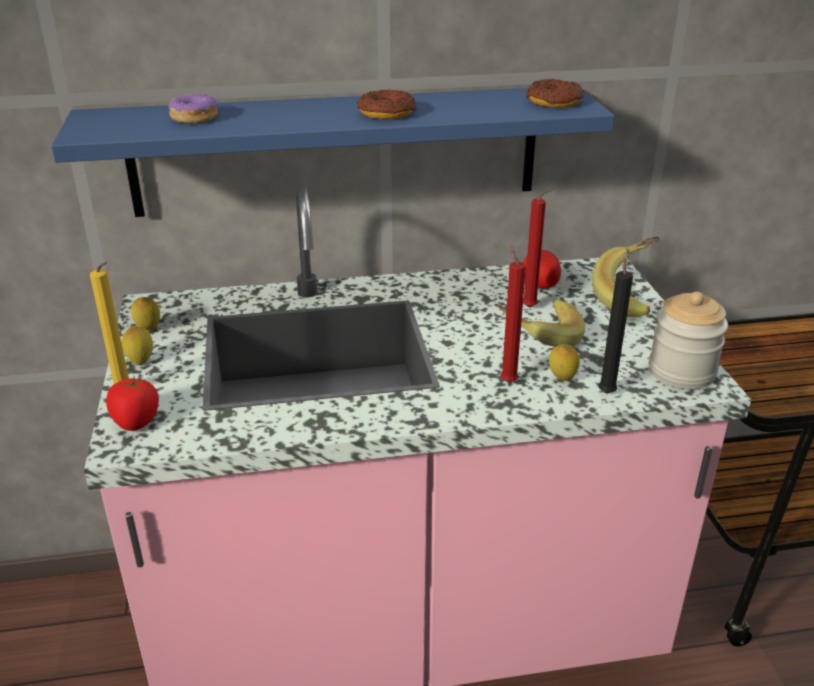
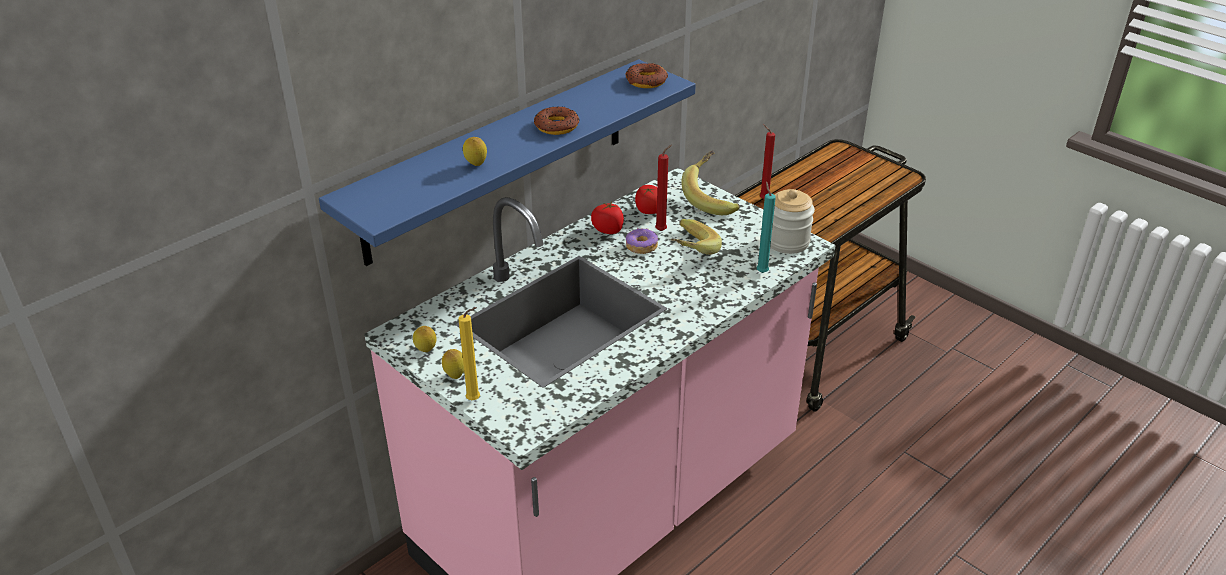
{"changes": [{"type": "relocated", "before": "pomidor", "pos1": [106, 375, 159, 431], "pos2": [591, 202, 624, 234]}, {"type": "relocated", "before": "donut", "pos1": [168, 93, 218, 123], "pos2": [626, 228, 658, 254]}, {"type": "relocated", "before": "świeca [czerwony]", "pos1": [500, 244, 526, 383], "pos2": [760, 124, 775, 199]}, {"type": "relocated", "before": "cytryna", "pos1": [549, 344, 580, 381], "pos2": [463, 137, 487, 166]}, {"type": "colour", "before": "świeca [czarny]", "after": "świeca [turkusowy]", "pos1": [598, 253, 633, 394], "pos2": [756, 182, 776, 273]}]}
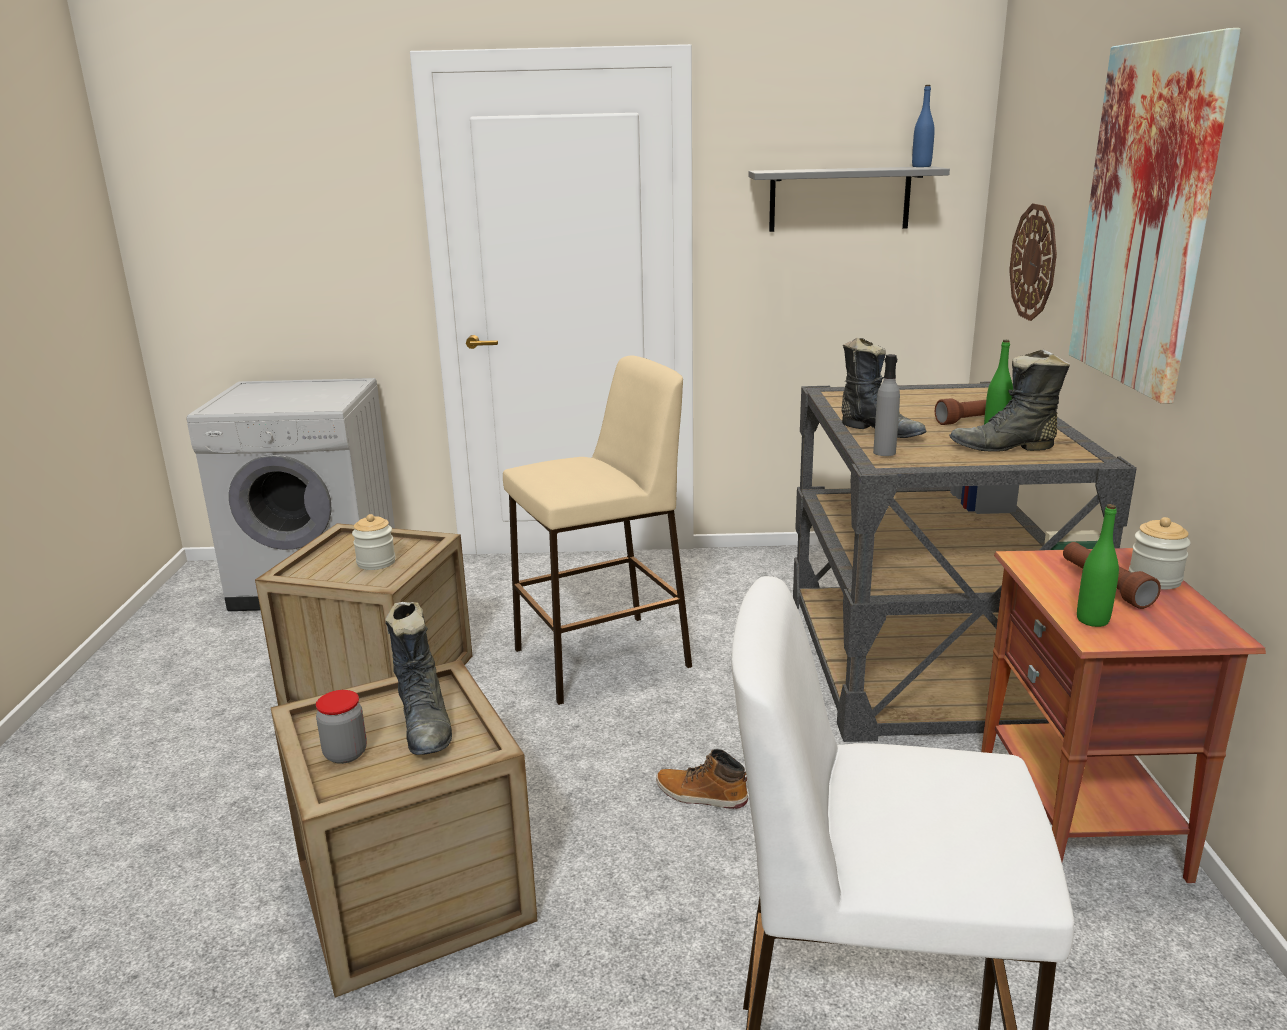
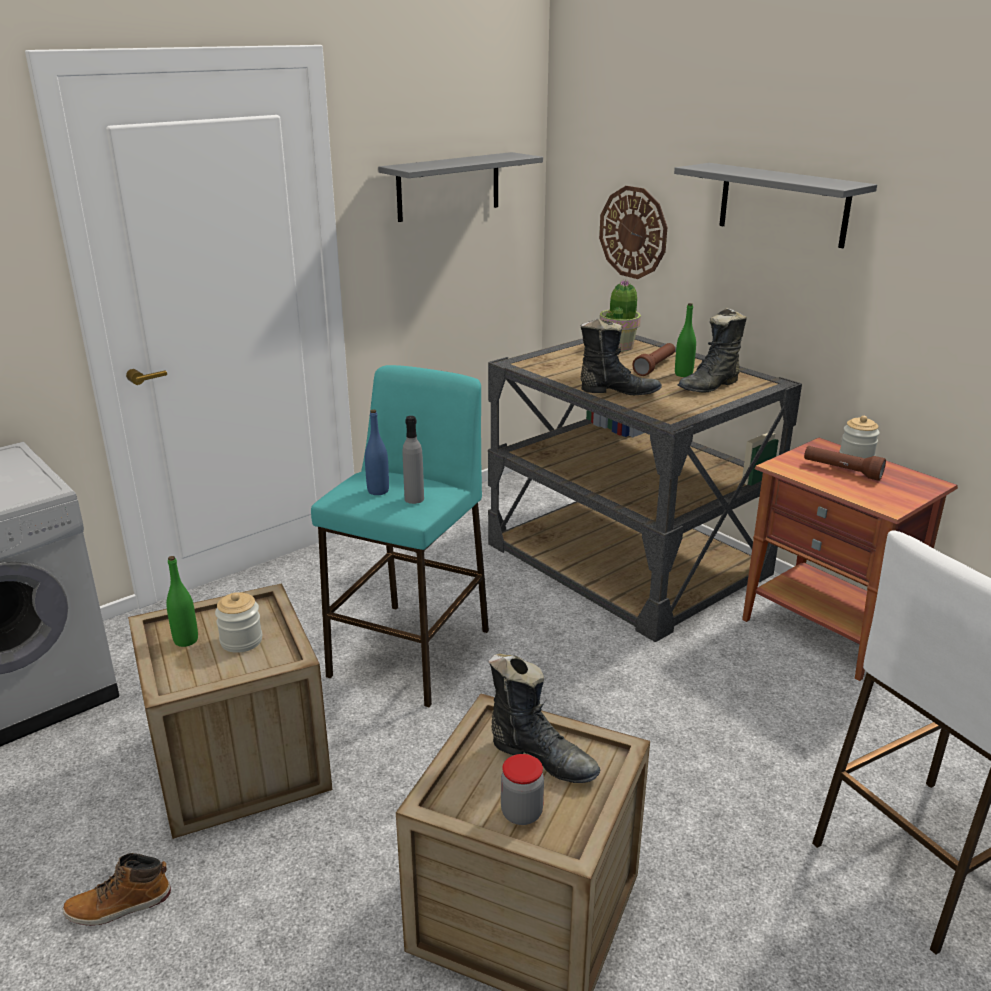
{"changes": [{"type": "appeared", "after": "roślina doniczkowa", "pos2": [600, 280, 641, 352]}, {"type": "relocated", "before": "but z cholewką", "pos1": [656, 749, 748, 809], "pos2": [63, 853, 171, 926]}, {"type": "relocated", "before": "butelka [szary]", "pos1": [873, 354, 900, 456], "pos2": [402, 416, 424, 504]}, {"type": "relocated", "before": "butelka [niebieski]", "pos1": [912, 85, 935, 167], "pos2": [365, 409, 389, 495]}, {"type": "relocated", "before": "butelka [zielony]", "pos1": [1077, 504, 1119, 627], "pos2": [166, 556, 198, 647]}, {"type": "exchanged", "before": "obraz", "after": "półka [szary]", "pos1": [1069, 28, 1241, 404], "pos2": [674, 163, 877, 248]}, {"type": "colour", "before": "stołek [beżowy]", "after": "stołek [turkusowy]", "pos1": [503, 355, 692, 705], "pos2": [311, 365, 489, 707]}]}
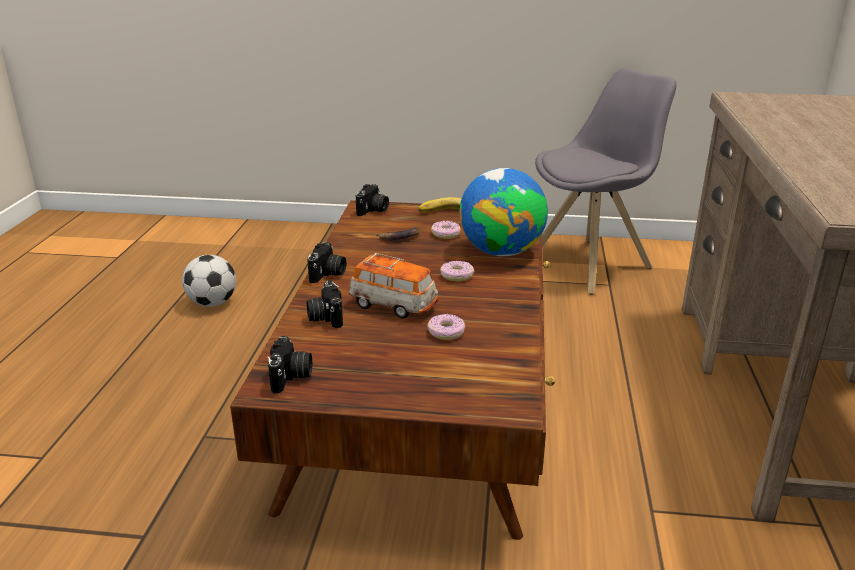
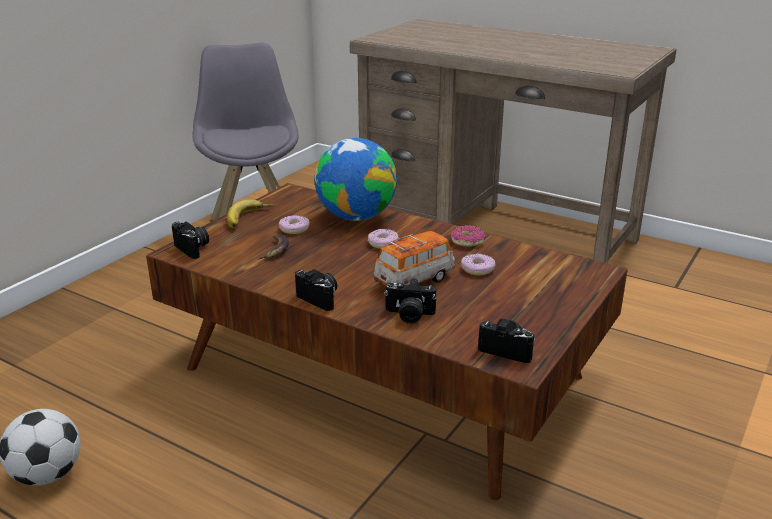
{"changes": [{"type": "appeared", "after": "donut", "pos2": [451, 225, 485, 247]}]}
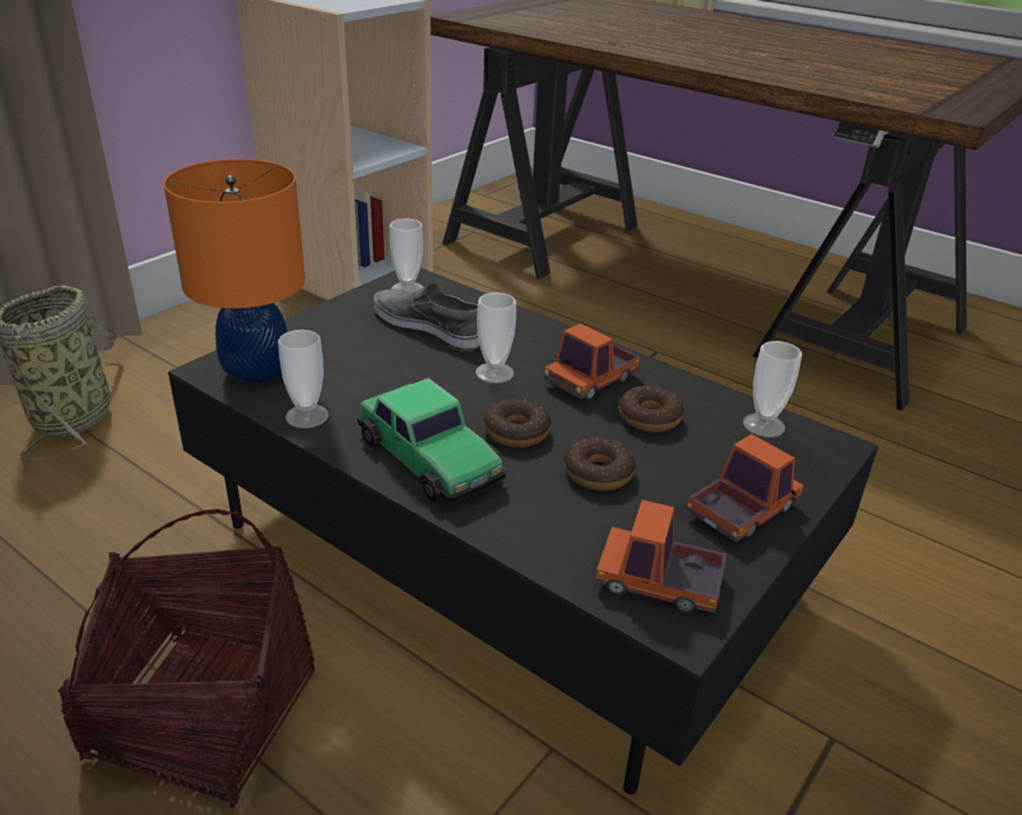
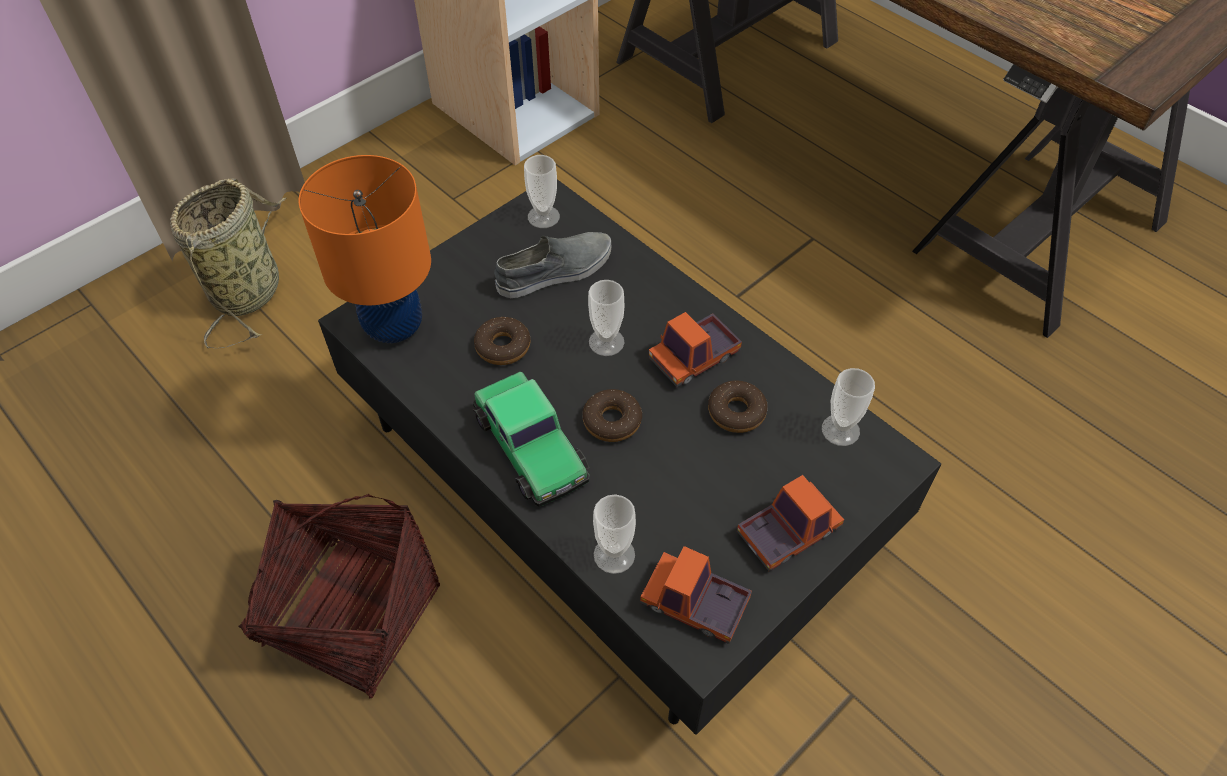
{"changes": [{"type": "relocated", "before": "filiżanka", "pos1": [278, 330, 329, 428], "pos2": [593, 494, 636, 574]}, {"type": "relocated", "before": "donut", "pos1": [564, 437, 636, 491], "pos2": [474, 317, 530, 365]}, {"type": "spun", "before": "but [szary]", "pos1": [374, 283, 480, 349], "pos2": [494, 232, 611, 298], "turn": 105}]}
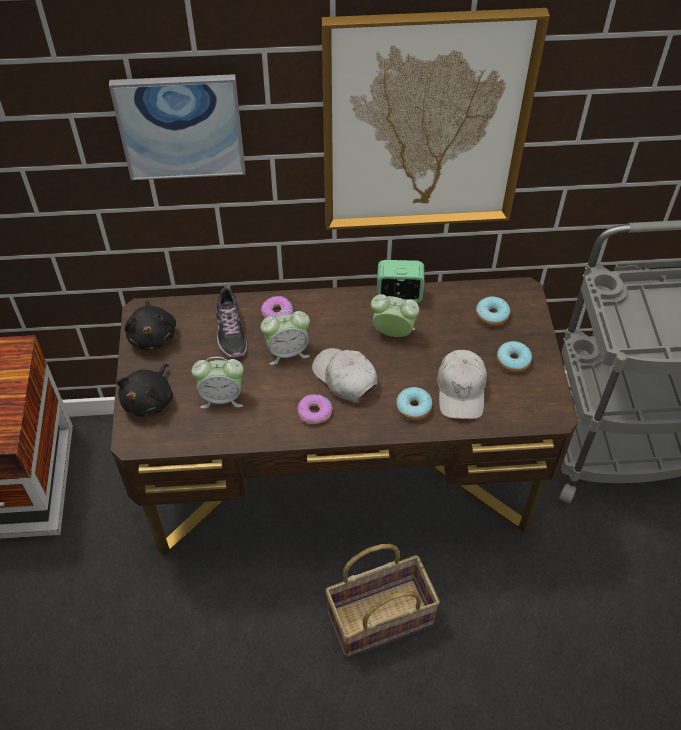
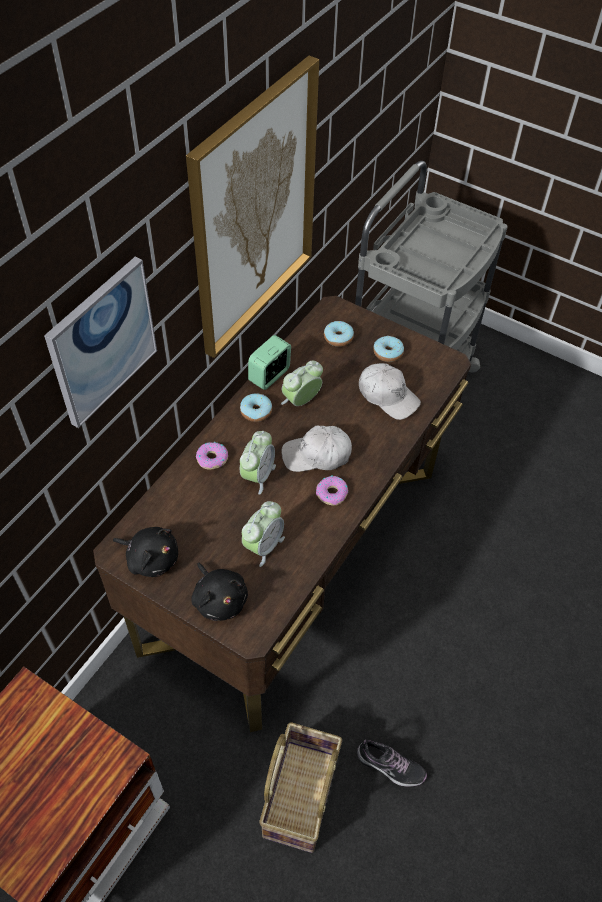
{"changes": [{"type": "relocated", "before": "but", "pos1": [216, 284, 247, 358], "pos2": [357, 740, 427, 787]}, {"type": "relocated", "before": "koszyk", "pos1": [325, 544, 440, 658], "pos2": [259, 723, 342, 853]}, {"type": "relocated", "before": "donut", "pos1": [396, 387, 432, 420], "pos2": [240, 393, 272, 422]}]}
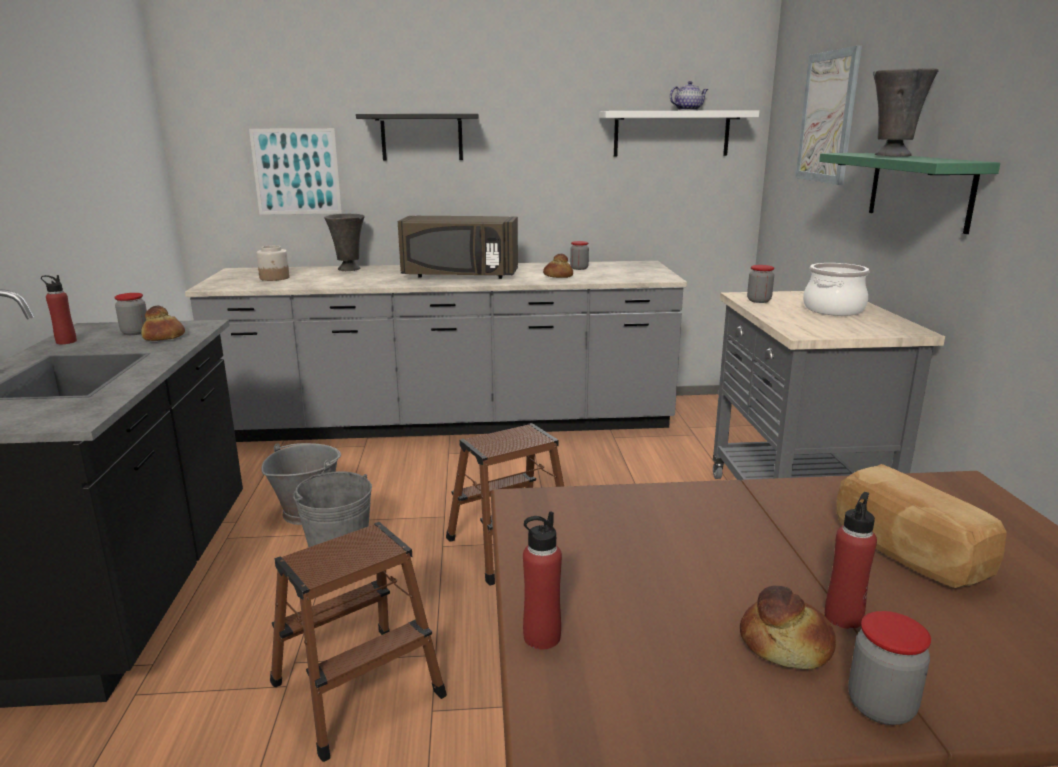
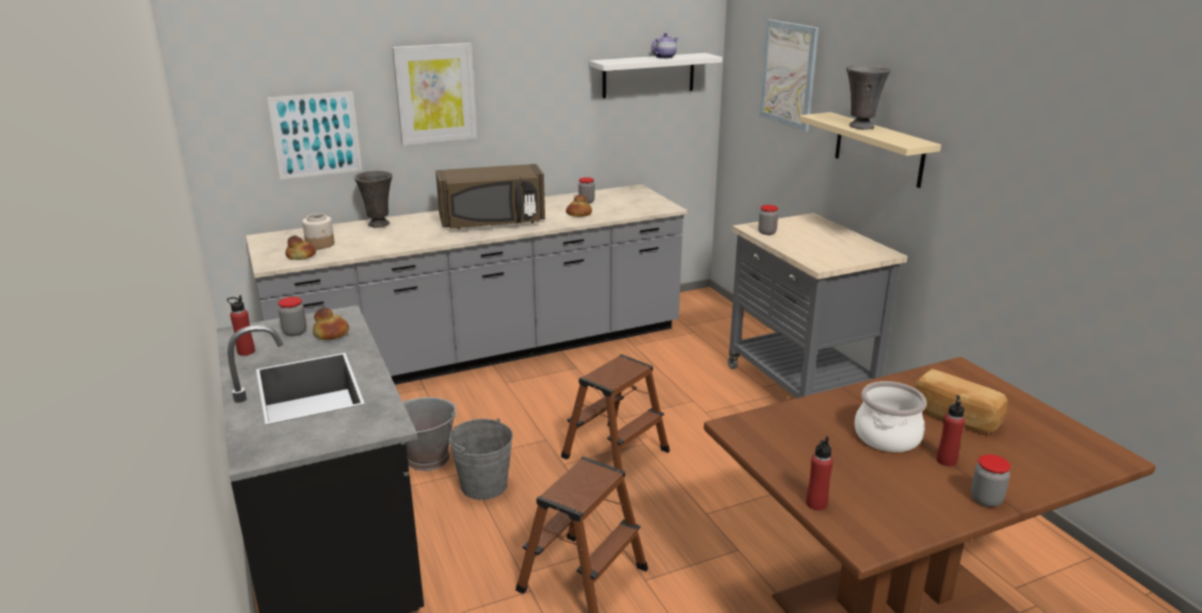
{"changes": [{"type": "relocated", "before": "chleb", "pos1": [740, 586, 836, 669], "pos2": [285, 235, 316, 260]}, {"type": "relocated", "before": "garnek", "pos1": [803, 263, 869, 316], "pos2": [854, 381, 927, 452]}, {"type": "exchanged", "before": "półka [czarny]", "after": "obraz", "pos1": [356, 114, 479, 160], "pos2": [392, 43, 477, 145]}, {"type": "colour", "before": "półka [zielony]", "after": "półka [beżowy]", "pos1": [819, 153, 1000, 234], "pos2": [799, 112, 941, 188]}]}
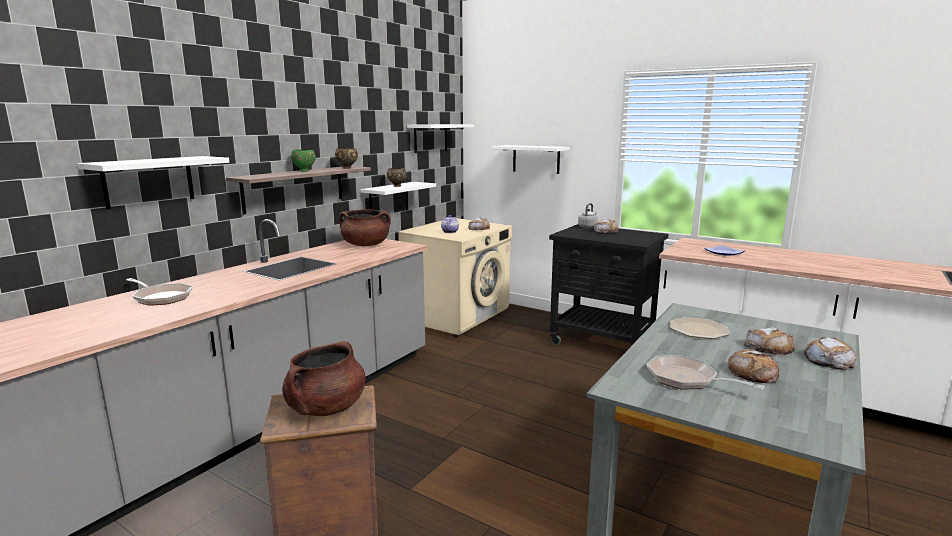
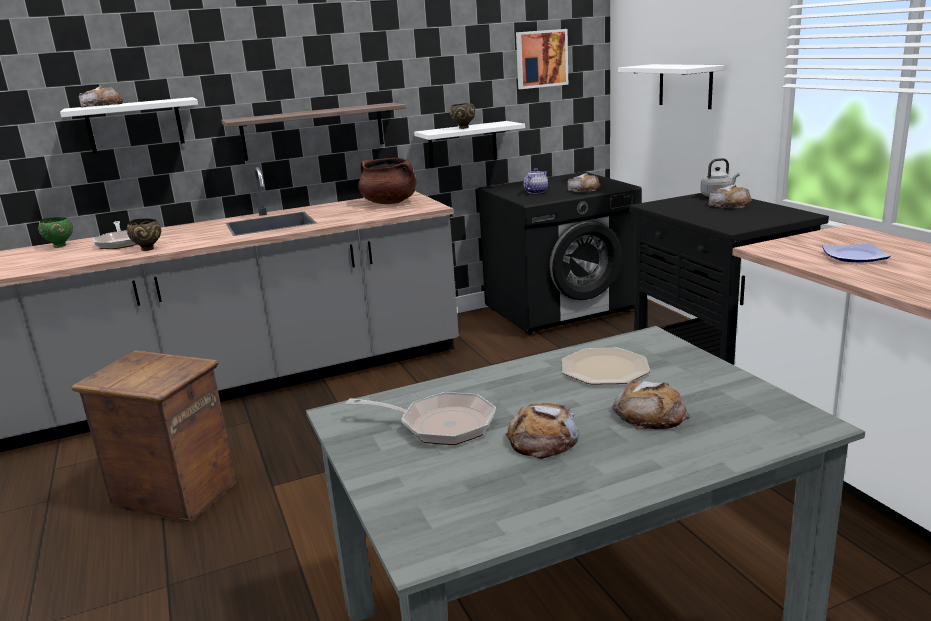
{"changes": [{"type": "missing", "before": "garnek [brązowy]", "pos1": [282, 341, 366, 416]}, {"type": "relocated", "before": "miska [zielony]", "pos1": [291, 149, 316, 172], "pos2": [38, 217, 73, 248]}, {"type": "relocated", "before": "miska [brązowy]", "pos1": [335, 147, 358, 169], "pos2": [127, 218, 161, 251]}, {"type": "relocated", "before": "chleb", "pos1": [804, 337, 857, 370], "pos2": [79, 86, 123, 108]}, {"type": "exchanged", "before": "półka [biały]", "after": "obraz", "pos1": [407, 124, 474, 153], "pos2": [516, 29, 568, 89]}, {"type": "colour", "before": "pralka [beżowy]", "after": "pralka [czarny]", "pos1": [398, 218, 512, 337], "pos2": [478, 172, 642, 335]}, {"type": "spun", "before": "patelnia", "pos1": [647, 355, 765, 390], "pos2": [346, 392, 496, 445], "turn": 120}]}
